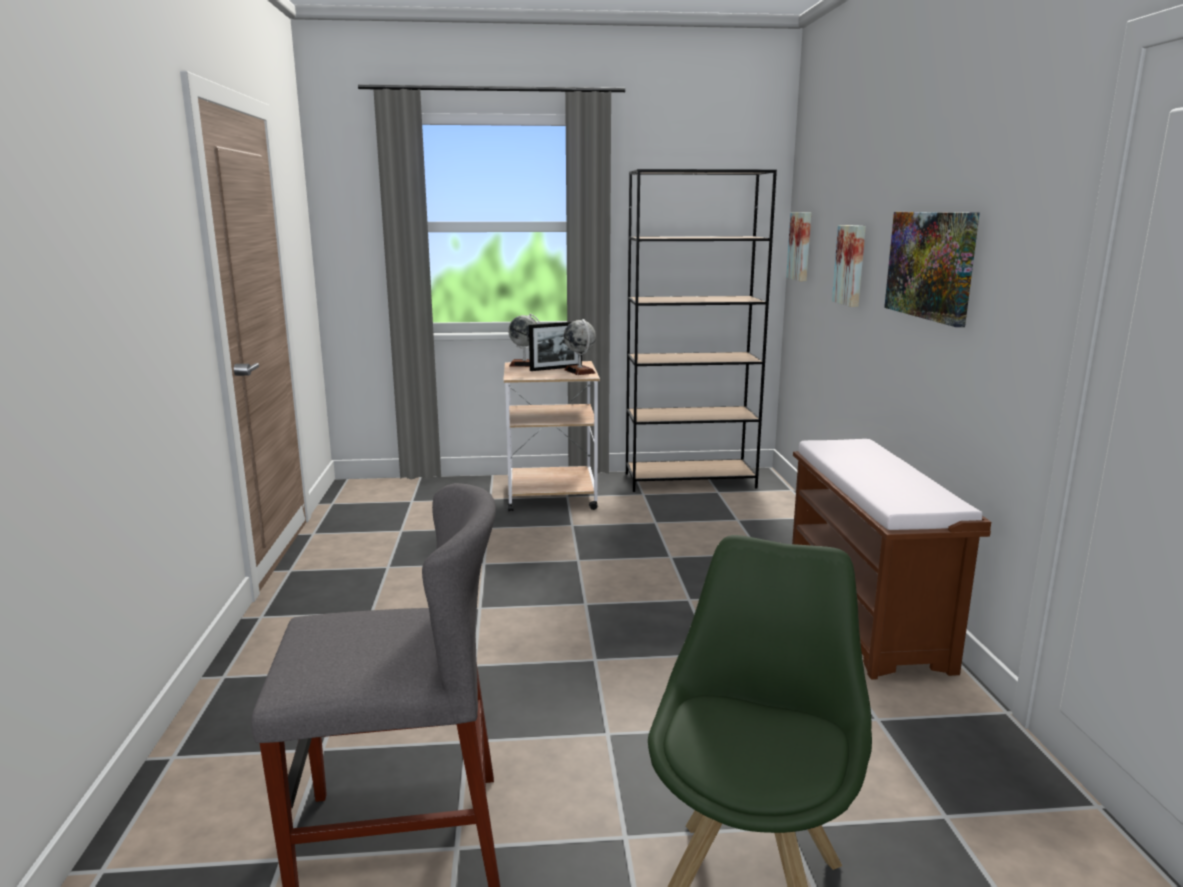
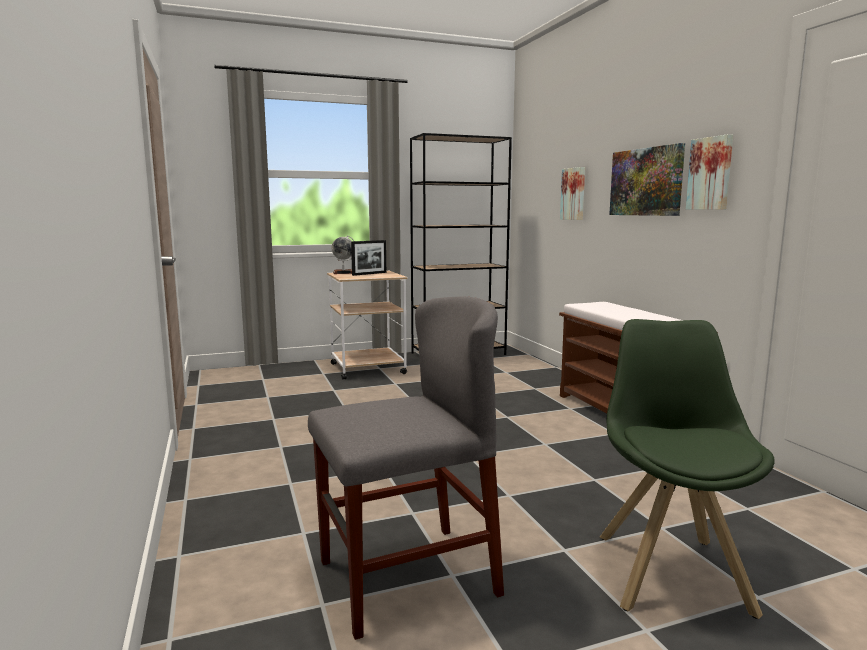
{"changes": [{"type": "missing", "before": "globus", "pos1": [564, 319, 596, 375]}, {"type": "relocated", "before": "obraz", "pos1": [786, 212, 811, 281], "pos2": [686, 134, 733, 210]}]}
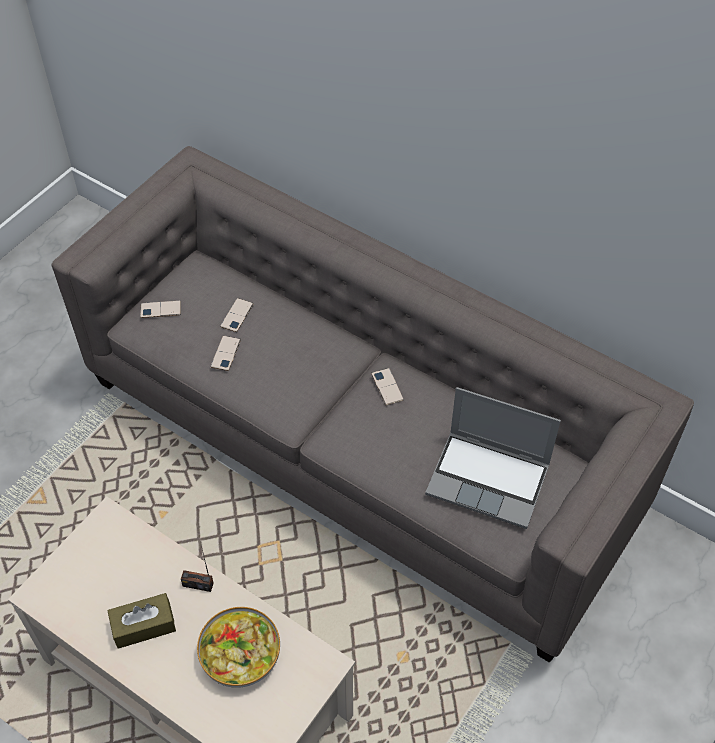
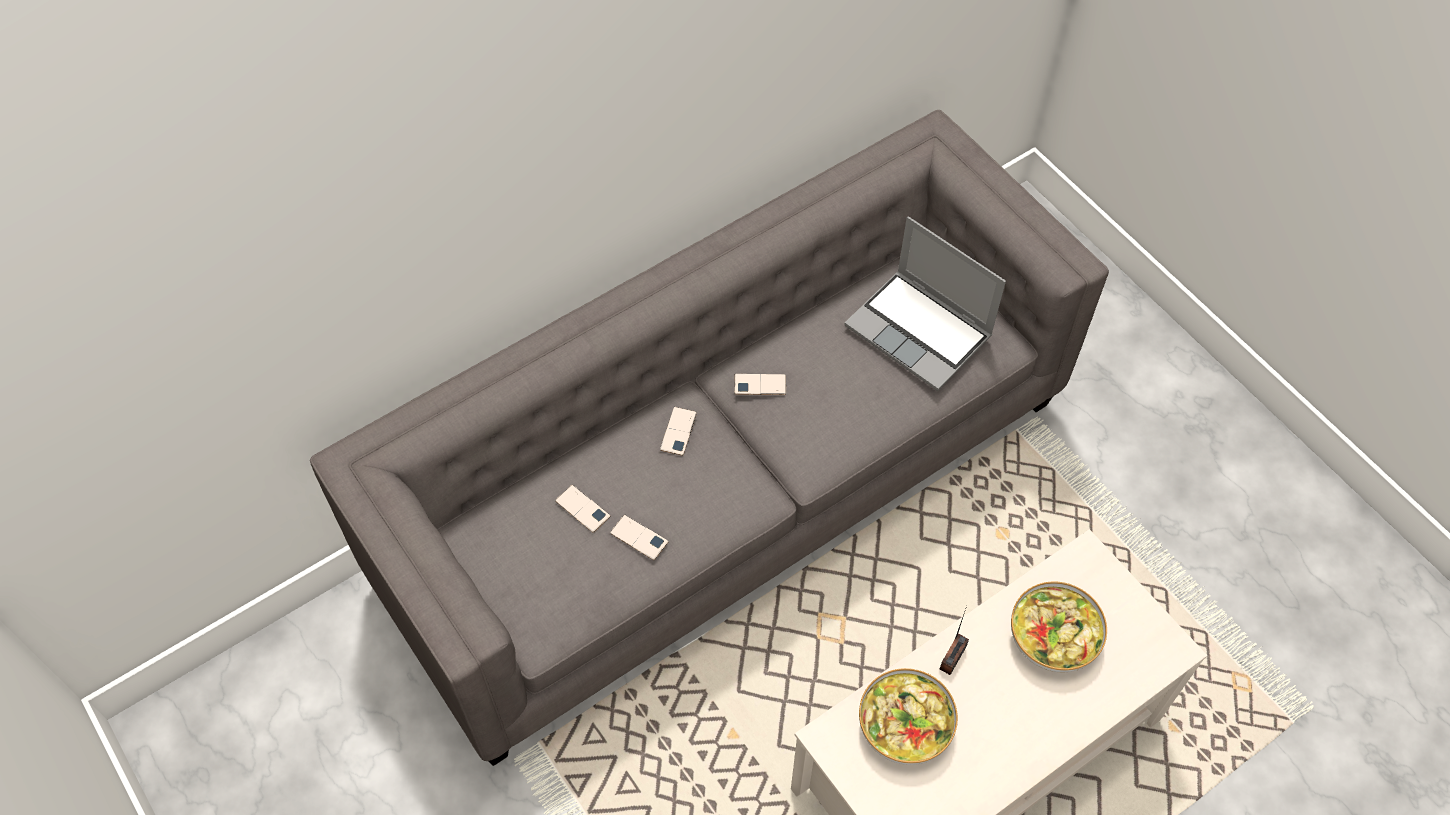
{"changes": [{"type": "missing", "before": "pudełko chusteczek [brązowy]", "pos1": [108, 593, 176, 649]}, {"type": "appeared", "after": "miska", "pos2": [859, 668, 958, 765]}, {"type": "relocated", "before": "telefon", "pos1": [140, 301, 181, 318], "pos2": [660, 407, 697, 456]}, {"type": "spun", "before": "laptop", "pos1": [425, 387, 561, 529], "pos2": [844, 216, 1006, 391], "turn": 90}]}
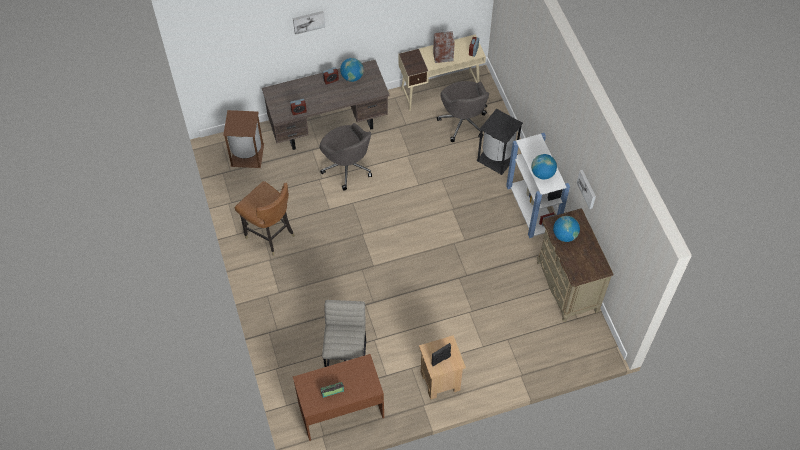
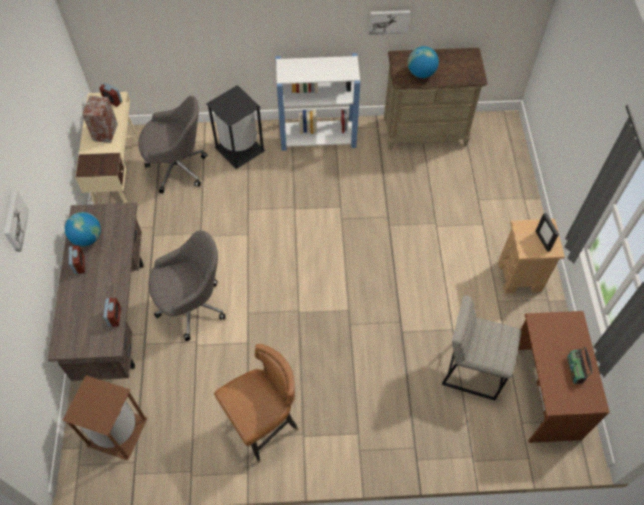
{"changes": [{"type": "missing", "before": "globus", "pos1": [531, 154, 557, 180]}]}
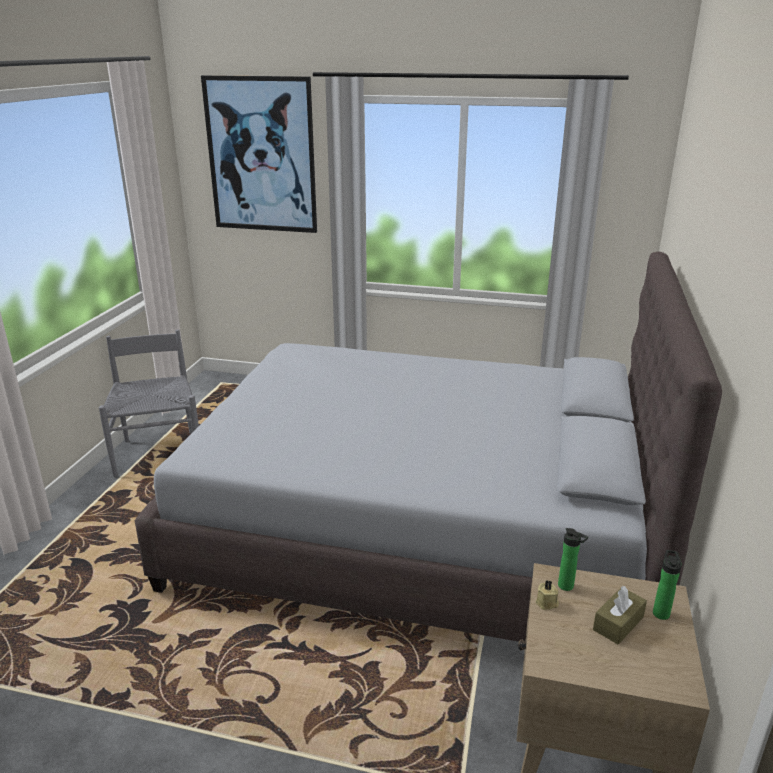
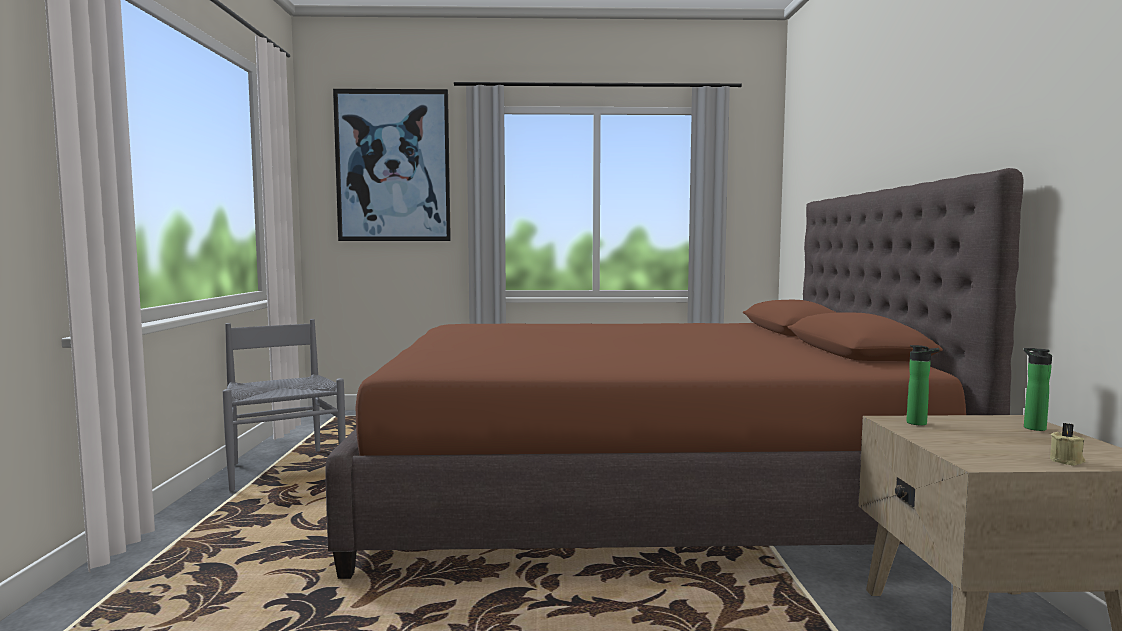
{"changes": [{"type": "missing", "before": "pudełko chusteczek [brązowy]", "pos1": [593, 586, 647, 645]}, {"type": "relocated", "before": "świeca [beżowy]", "pos1": [536, 580, 559, 610], "pos2": [1050, 423, 1086, 466]}, {"type": "colour", "before": "łóżko [szary]", "after": "łóżko [brązowy]", "pos1": [135, 251, 722, 642], "pos2": [325, 168, 1024, 579]}]}
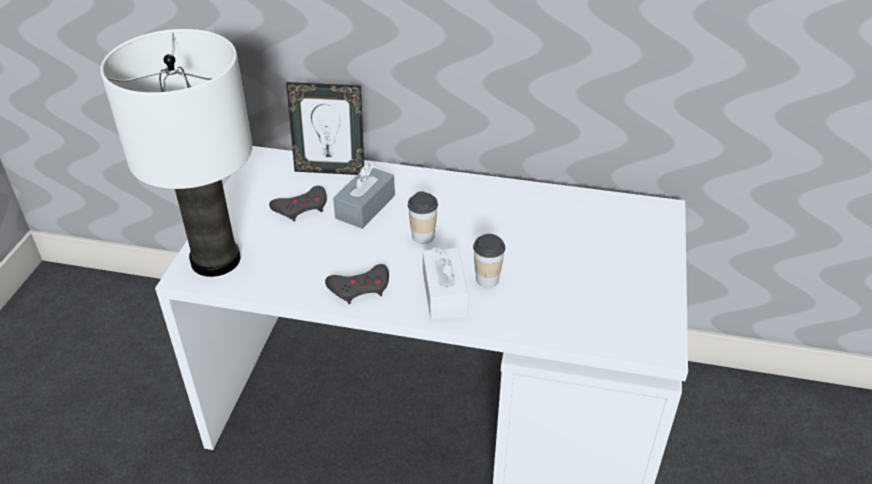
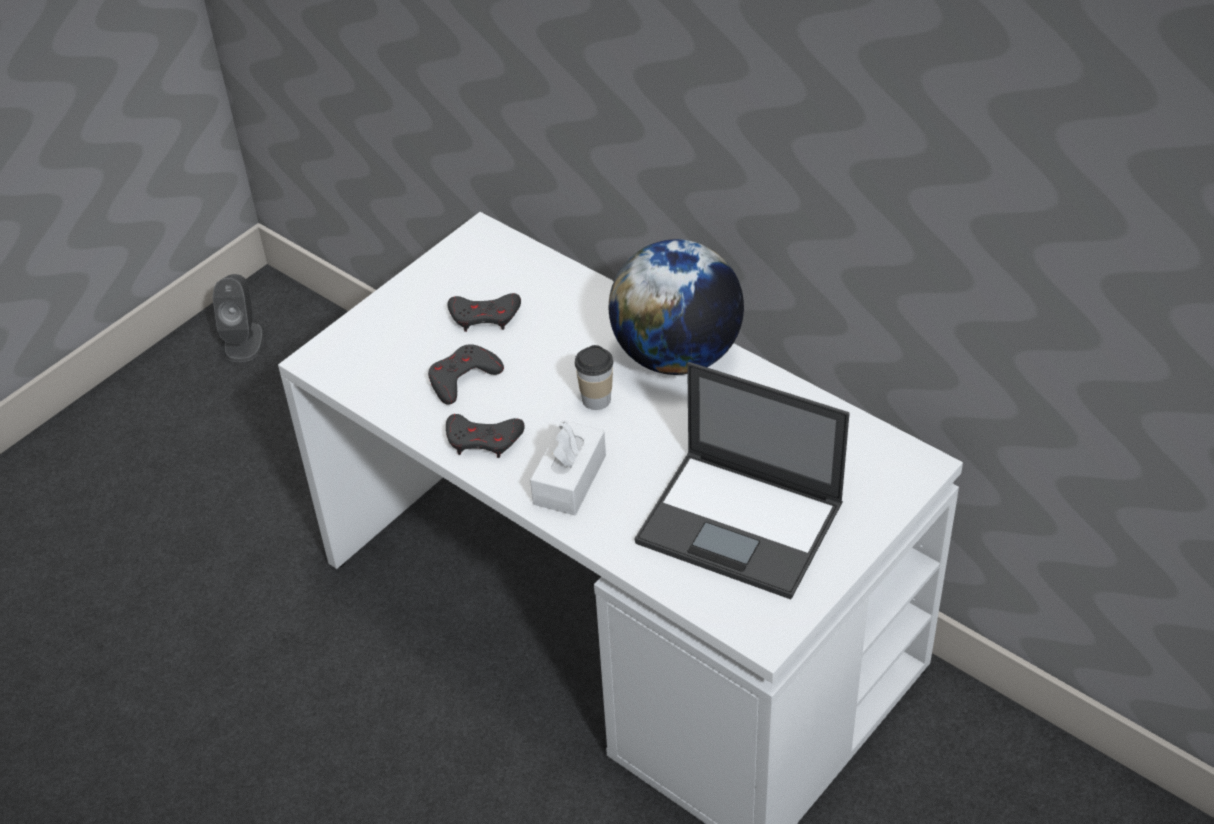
{"changes": [{"type": "missing", "before": "lampa stołowa [biały]", "pos1": [100, 29, 252, 277]}, {"type": "missing", "before": "ramka na zdjęcie", "pos1": [286, 82, 364, 175]}, {"type": "missing", "before": "pudełko chusteczek [szary]", "pos1": [333, 162, 395, 229]}, {"type": "missing", "before": "filiżanka", "pos1": [473, 234, 505, 288]}, {"type": "appeared", "after": "głośnik [szary]", "pos2": [212, 274, 264, 362]}, {"type": "appeared", "after": "pad do gier [szary]", "pos2": [428, 344, 504, 405]}, {"type": "appeared", "after": "globus", "pos2": [609, 239, 744, 375]}, {"type": "appeared", "after": "laptop", "pos2": [635, 362, 850, 599]}]}
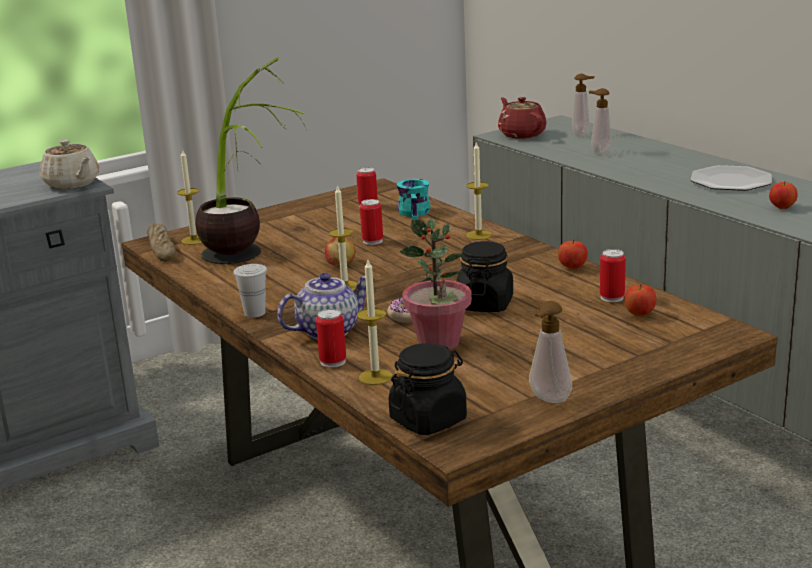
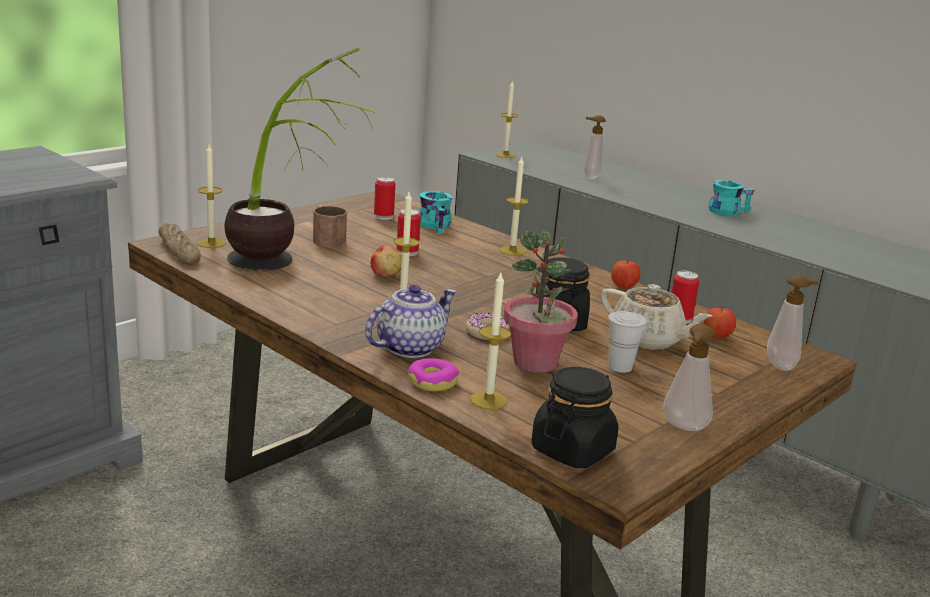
{"changes": [{"type": "missing", "before": "jabłko", "pos1": [769, 182, 797, 209]}, {"type": "appeared", "after": "kubek [brązowy]", "pos2": [313, 205, 347, 248]}, {"type": "relocated", "before": "imbryk [beżowy]", "pos1": [40, 140, 99, 189], "pos2": [601, 284, 712, 350]}, {"type": "relocated", "before": "filiżanka [biały]", "pos1": [233, 264, 267, 318], "pos2": [608, 311, 647, 373]}, {"type": "relocated", "before": "dozownik mydła", "pos1": [572, 74, 595, 137], "pos2": [767, 275, 819, 371]}, {"type": "exchanged", "before": "puszka", "after": "donut", "pos1": [316, 309, 346, 368], "pos2": [408, 358, 459, 392]}, {"type": "exchanged", "before": "imbryk [czerwony]", "after": "świeca", "pos1": [498, 97, 546, 138], "pos2": [496, 80, 518, 158]}, {"type": "exchanged", "before": "talerz", "after": "kubek [turkusowy]", "pos1": [691, 165, 772, 191], "pos2": [709, 180, 754, 216]}]}
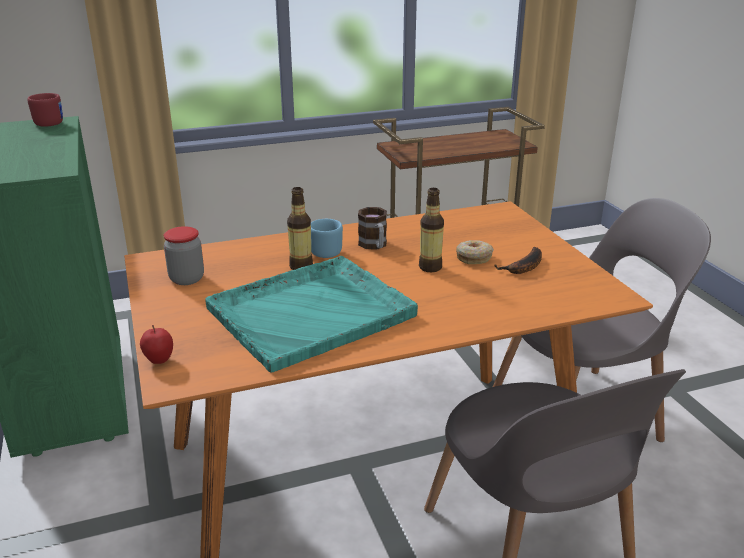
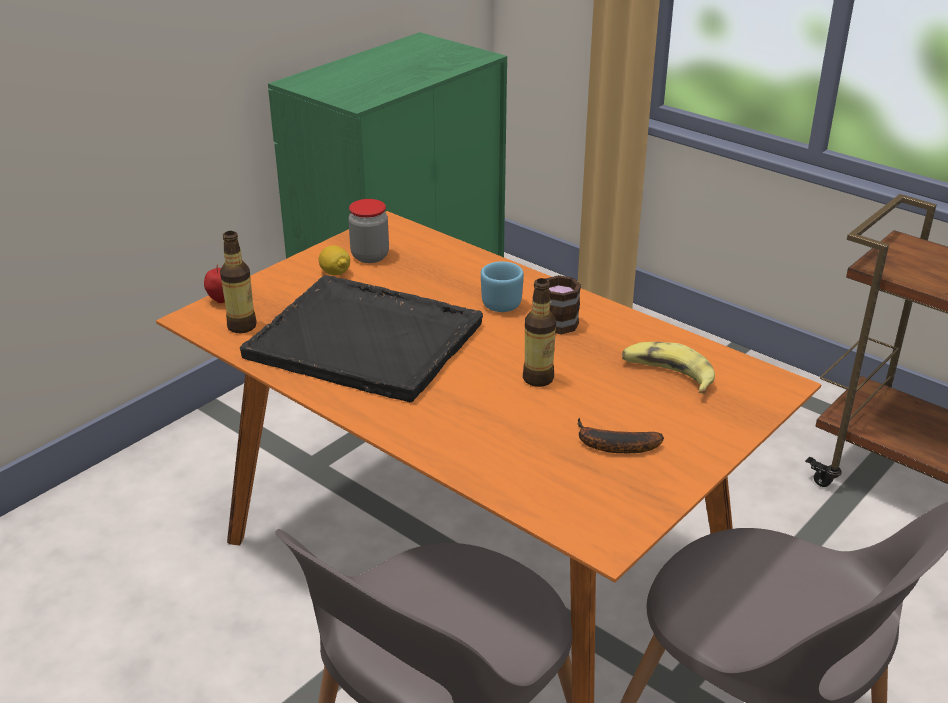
{"changes": [{"type": "missing", "before": "kubek [czerwony]", "pos1": [27, 93, 63, 127]}, {"type": "missing", "before": "donut", "pos1": [456, 240, 494, 264]}, {"type": "appeared", "after": "cytryna", "pos2": [319, 246, 350, 275]}, {"type": "appeared", "after": "banan", "pos2": [622, 342, 715, 394]}, {"type": "relocated", "before": "butelka", "pos1": [287, 187, 313, 270], "pos2": [220, 231, 257, 333]}, {"type": "colour", "before": "taca [turkusowy]", "after": "taca [czarny]", "pos1": [205, 256, 418, 373], "pos2": [240, 275, 483, 402]}]}
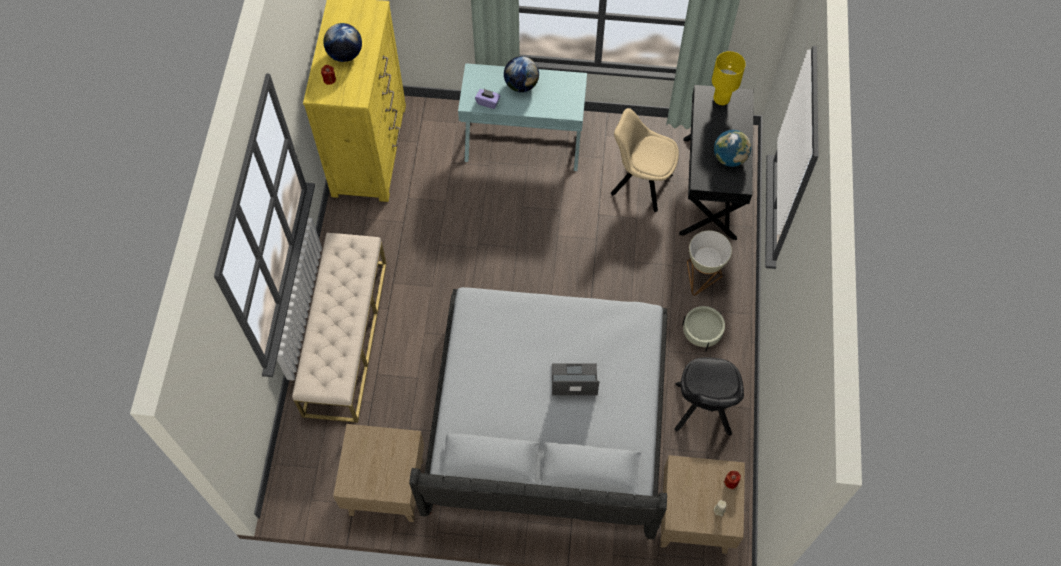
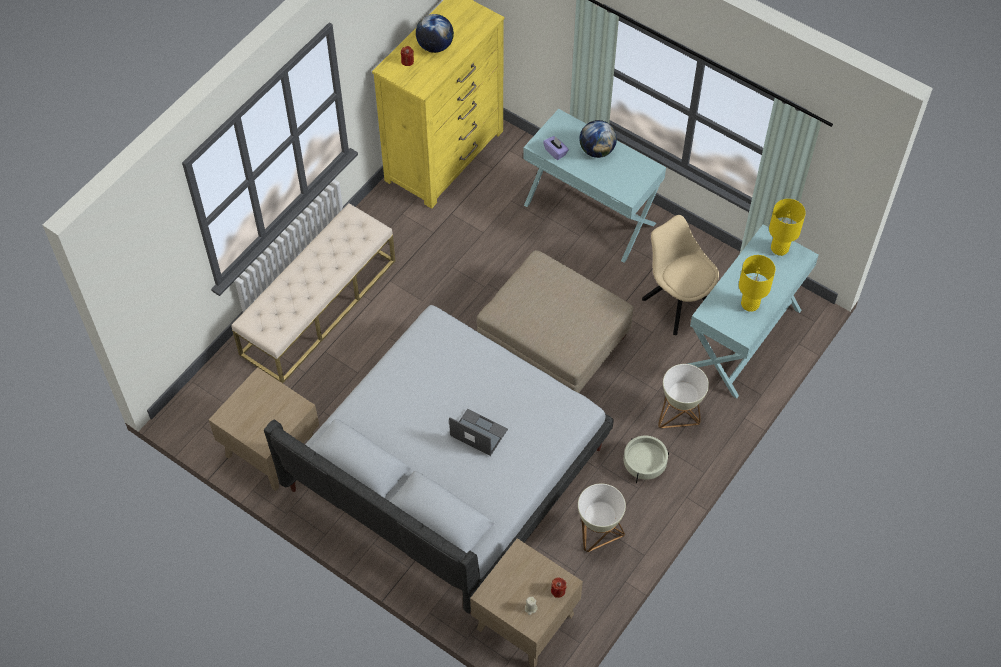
{"changes": [{"type": "appeared", "after": "pufa [beżowy]", "pos2": [477, 250, 634, 393]}, {"type": "exchanged", "before": "krzesło [czarny]", "after": "donica", "pos1": [674, 357, 744, 436], "pos2": [578, 483, 626, 552]}, {"type": "exchanged", "before": "globus", "after": "lampa stołowa [żółty]", "pos1": [714, 130, 751, 167], "pos2": [739, 255, 775, 312]}, {"type": "colour", "before": "biurko [czarny]", "after": "biurko [turkusowy]", "pos1": [679, 85, 754, 240], "pos2": [688, 224, 819, 398]}]}
